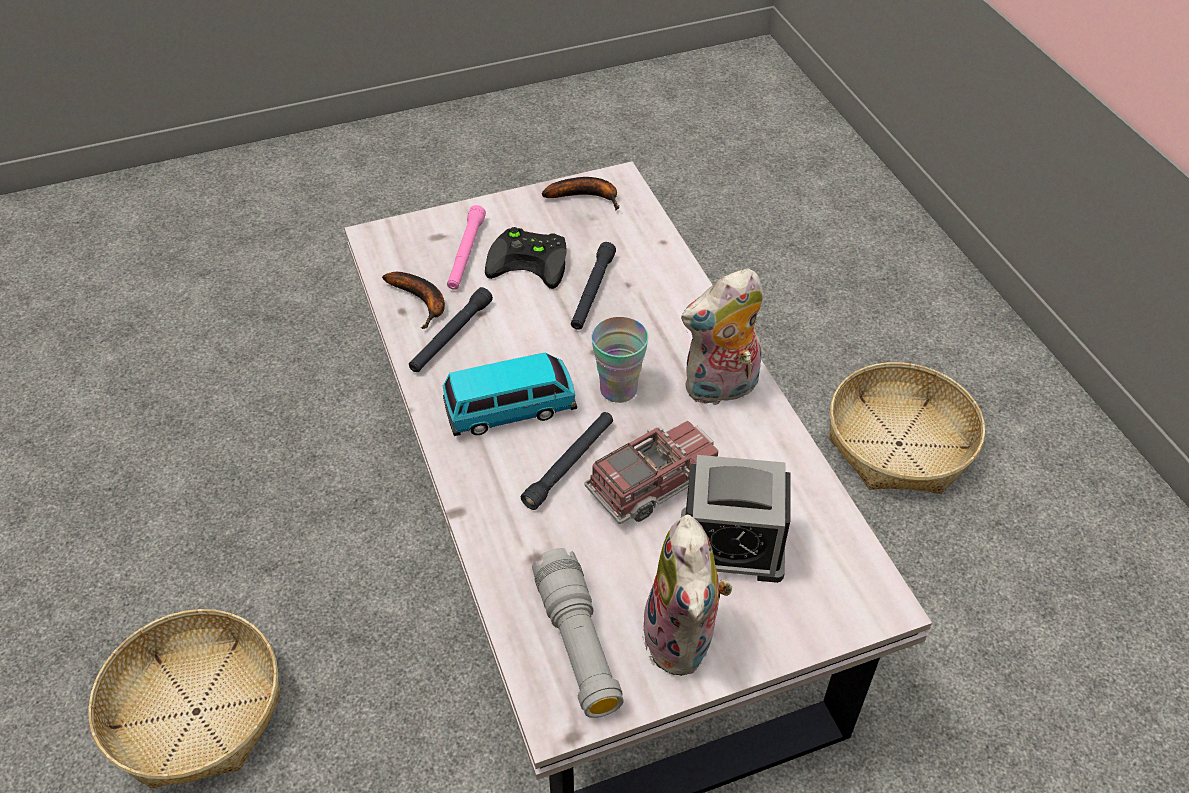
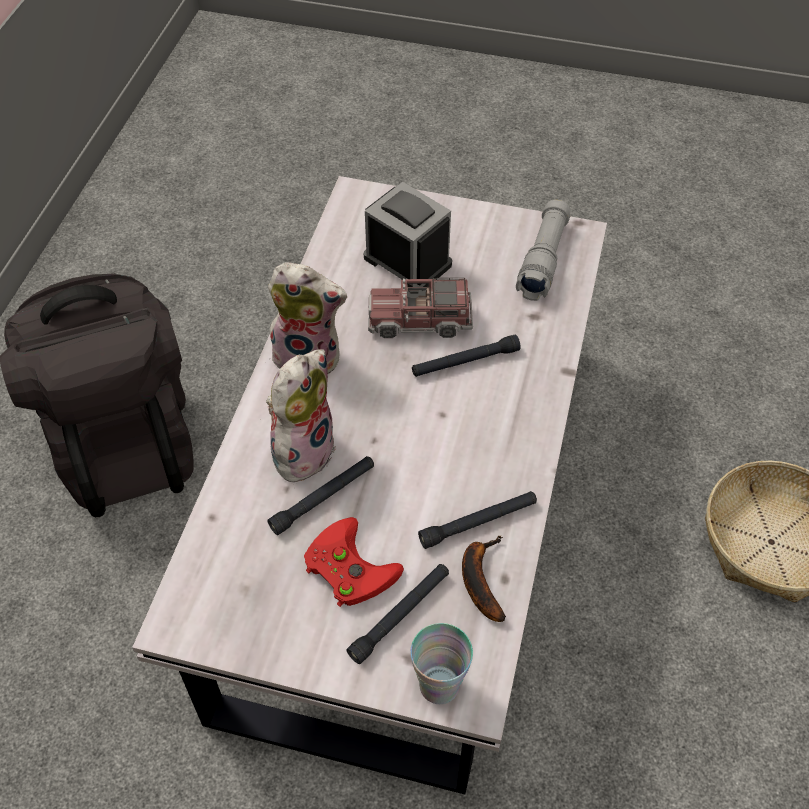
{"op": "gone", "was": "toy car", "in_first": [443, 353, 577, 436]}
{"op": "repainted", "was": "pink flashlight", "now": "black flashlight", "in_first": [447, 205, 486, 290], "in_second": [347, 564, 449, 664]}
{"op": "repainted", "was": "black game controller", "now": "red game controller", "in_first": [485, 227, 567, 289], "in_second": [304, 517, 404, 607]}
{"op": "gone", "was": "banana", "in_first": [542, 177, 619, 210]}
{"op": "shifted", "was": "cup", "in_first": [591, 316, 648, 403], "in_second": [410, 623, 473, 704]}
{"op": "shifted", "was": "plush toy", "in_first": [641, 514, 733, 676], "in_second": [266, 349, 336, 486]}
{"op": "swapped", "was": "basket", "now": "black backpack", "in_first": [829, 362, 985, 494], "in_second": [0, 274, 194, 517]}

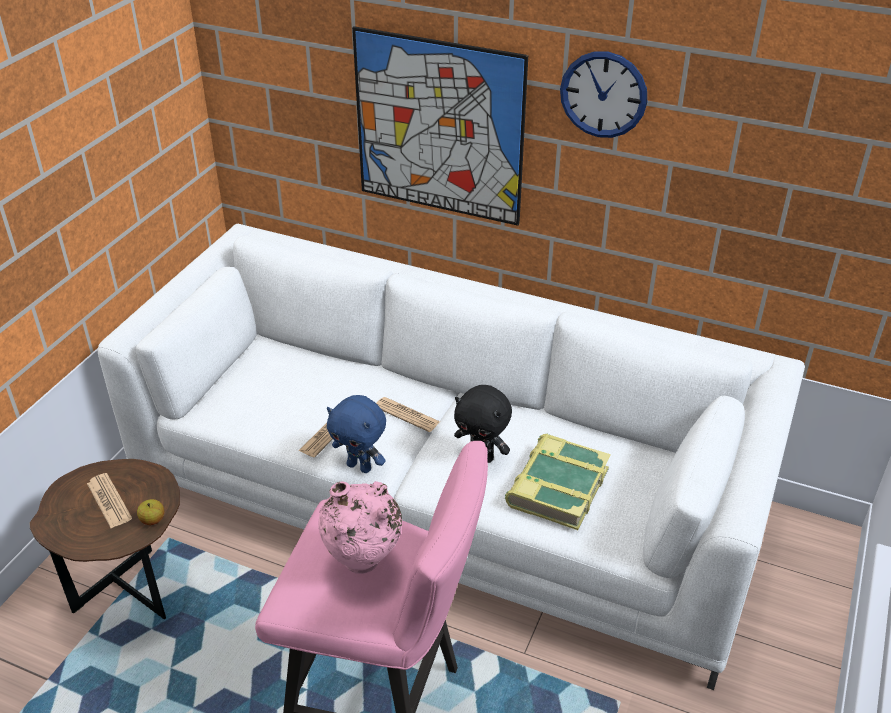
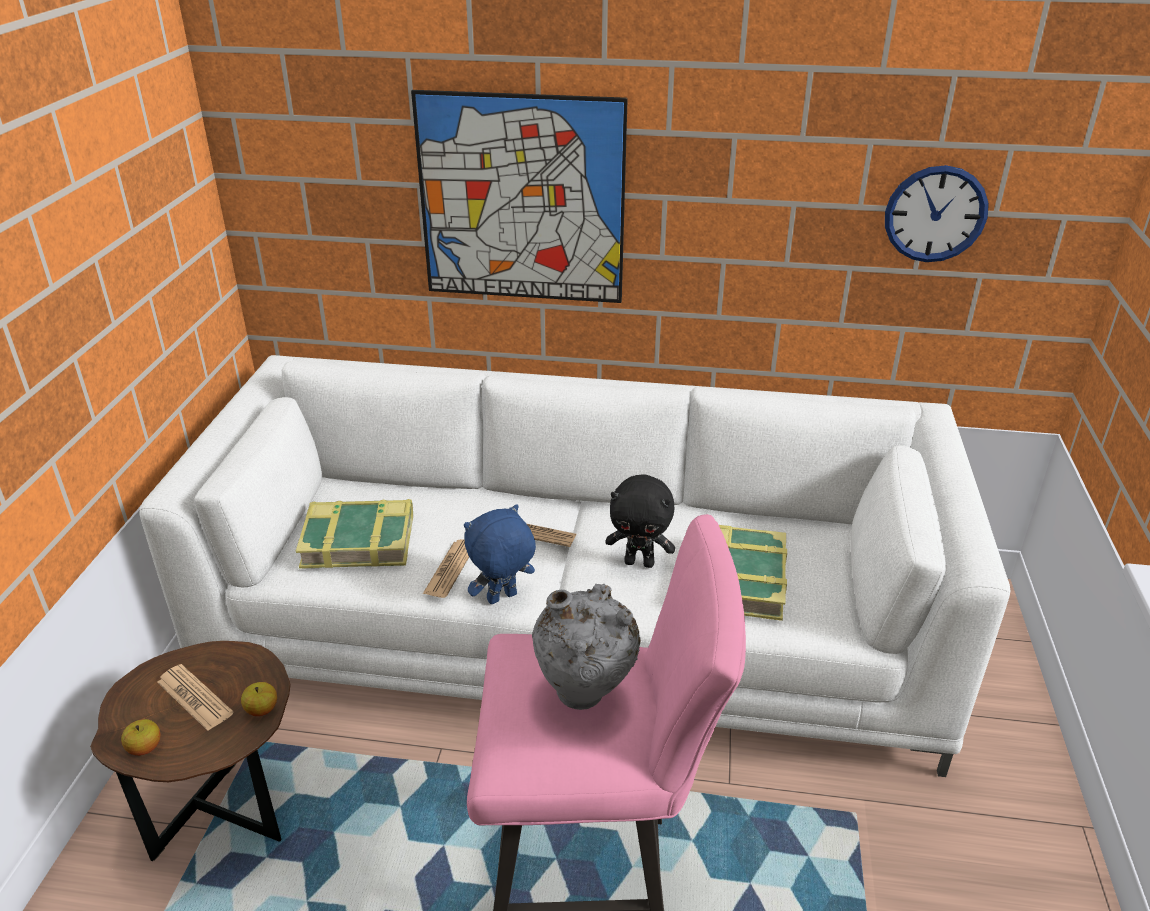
{"op": "repainted", "was": "pink vase", "now": "grey vase", "in_first": [318, 481, 402, 574], "in_second": [532, 584, 641, 710]}
{"op": "rotated", "was": "blue plush toy", "in_first": [327, 395, 386, 473], "in_second": [464, 504, 536, 604], "clockwise": 135}
{"op": "shifted", "was": "wall clock", "in_first": [560, 51, 647, 138], "in_second": [885, 165, 989, 262]}
{"op": "new", "now": "apple", "in_second": [121, 719, 160, 756]}
{"op": "new", "now": "book", "in_second": [296, 499, 413, 569]}

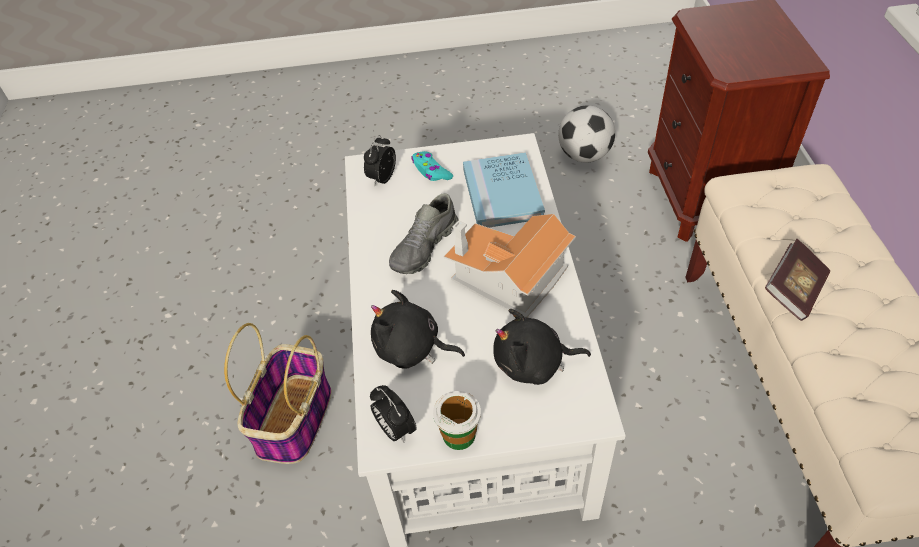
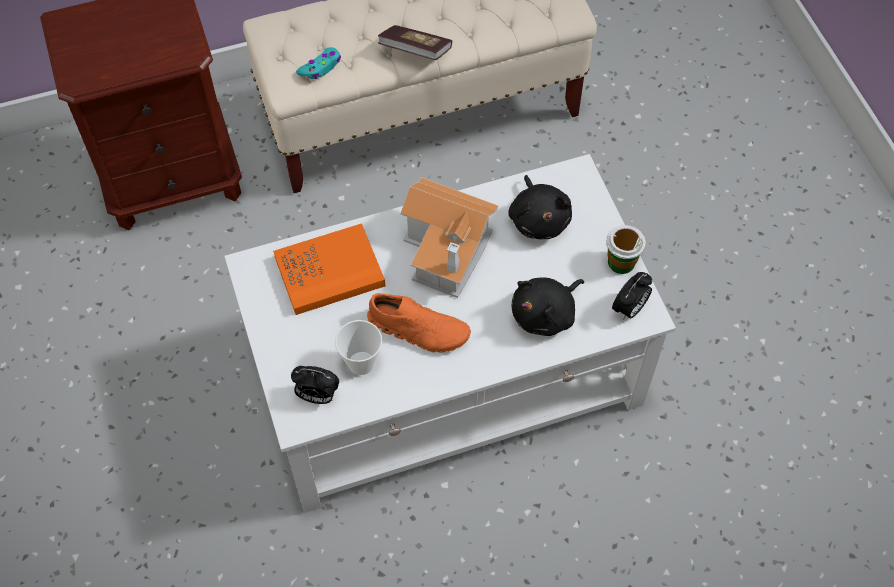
{"op": "gone", "was": "basket", "in_first": [224, 323, 331, 464]}
{"op": "rotated", "was": "black plush toy", "in_first": [371, 290, 465, 369], "in_second": [512, 278, 584, 336], "clockwise": 45}
{"op": "repainted", "was": "grey shoe", "now": "orange shoe", "in_first": [389, 193, 458, 274], "in_second": [367, 293, 471, 353]}
{"op": "shifted", "was": "turquoise game controller", "in_first": [411, 151, 453, 181], "in_second": [296, 47, 341, 79]}
{"op": "repainted", "was": "blue book", "now": "orange book", "in_first": [463, 152, 545, 228], "in_second": [273, 223, 385, 315]}
{"op": "gone", "was": "football", "in_first": [558, 105, 615, 163]}
{"op": "new", "now": "cup", "in_second": [335, 320, 383, 375]}

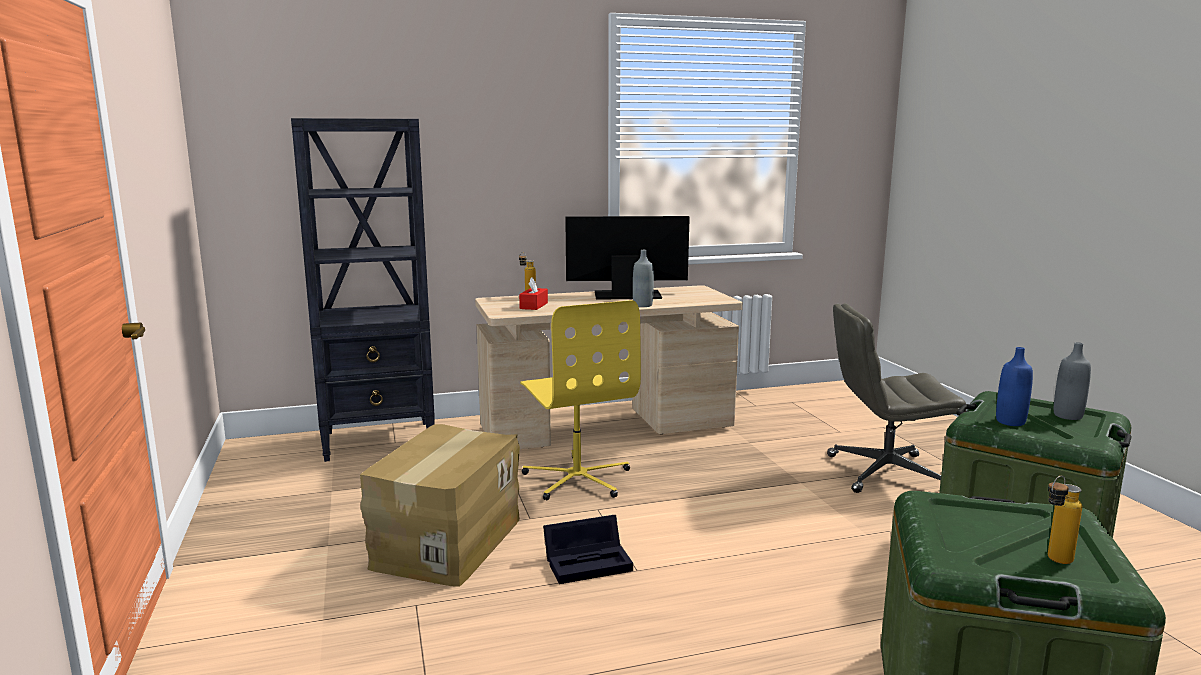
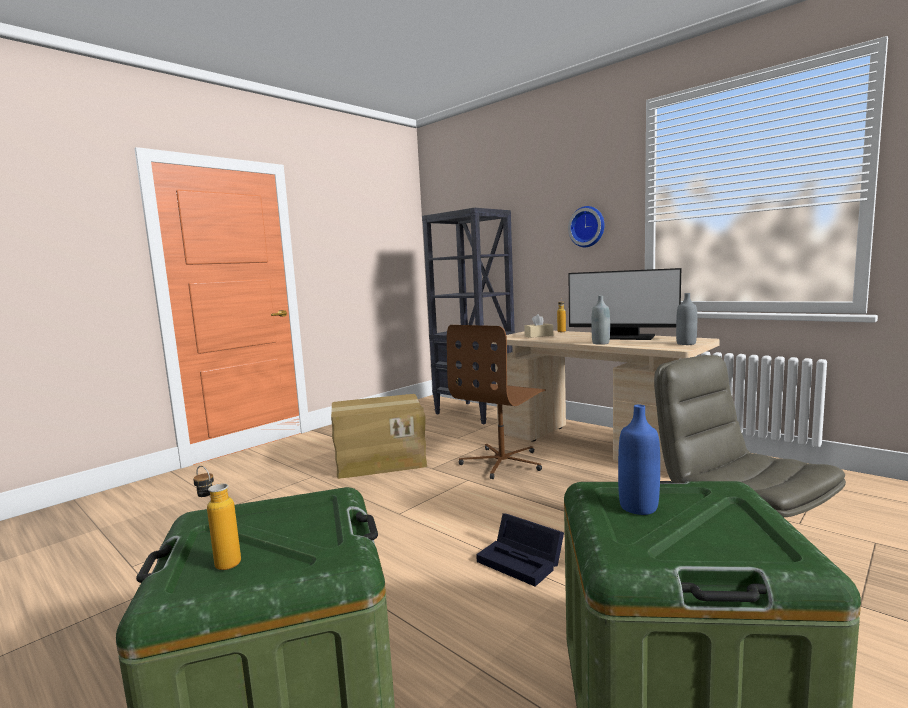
{"op": "repainted", "was": "red tissue box", "now": "beige tissue box", "in_first": [519, 277, 548, 310], "in_second": [524, 314, 553, 338]}
{"op": "repainted", "was": "yellow office chair", "now": "brown office chair", "in_first": [520, 300, 641, 500], "in_second": [447, 325, 546, 479]}
{"op": "shifted", "was": "black storage box", "in_first": [543, 515, 633, 584], "in_second": [476, 513, 564, 587]}
{"op": "rotated", "was": "monitor", "in_first": [565, 216, 690, 299], "in_second": [568, 268, 681, 340], "clockwise": 150}
{"op": "shifted", "was": "grey bottle", "in_first": [1054, 342, 1091, 420], "in_second": [676, 293, 697, 345]}
{"op": "new", "now": "wall clock", "in_second": [568, 206, 605, 247]}

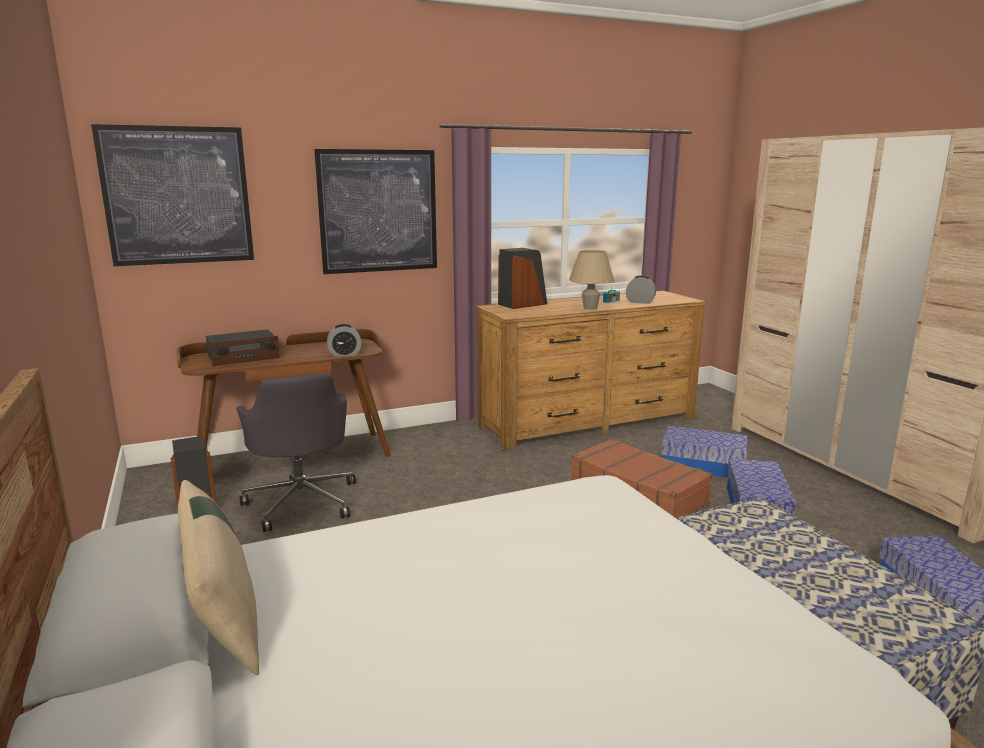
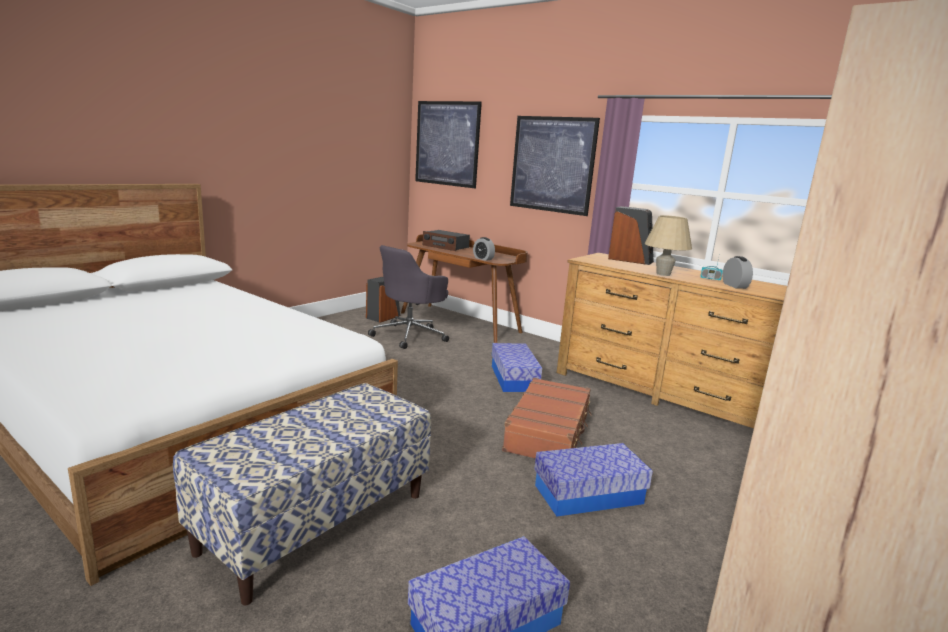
{"op": "gone", "was": "beige pillow", "in_first": [178, 480, 259, 675]}
{"op": "shifted", "was": "storage box", "in_first": [661, 426, 748, 478], "in_second": [492, 343, 542, 392]}

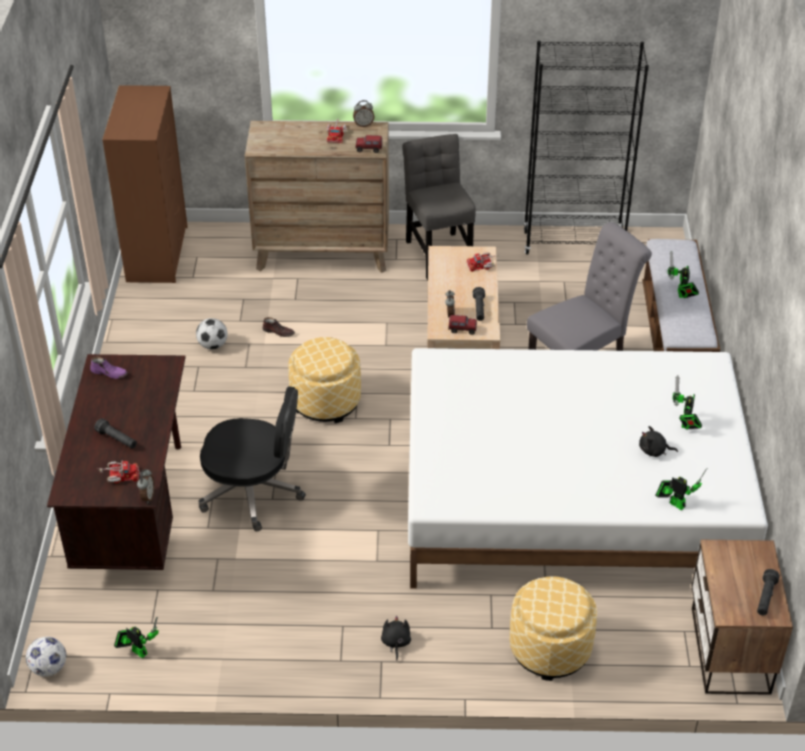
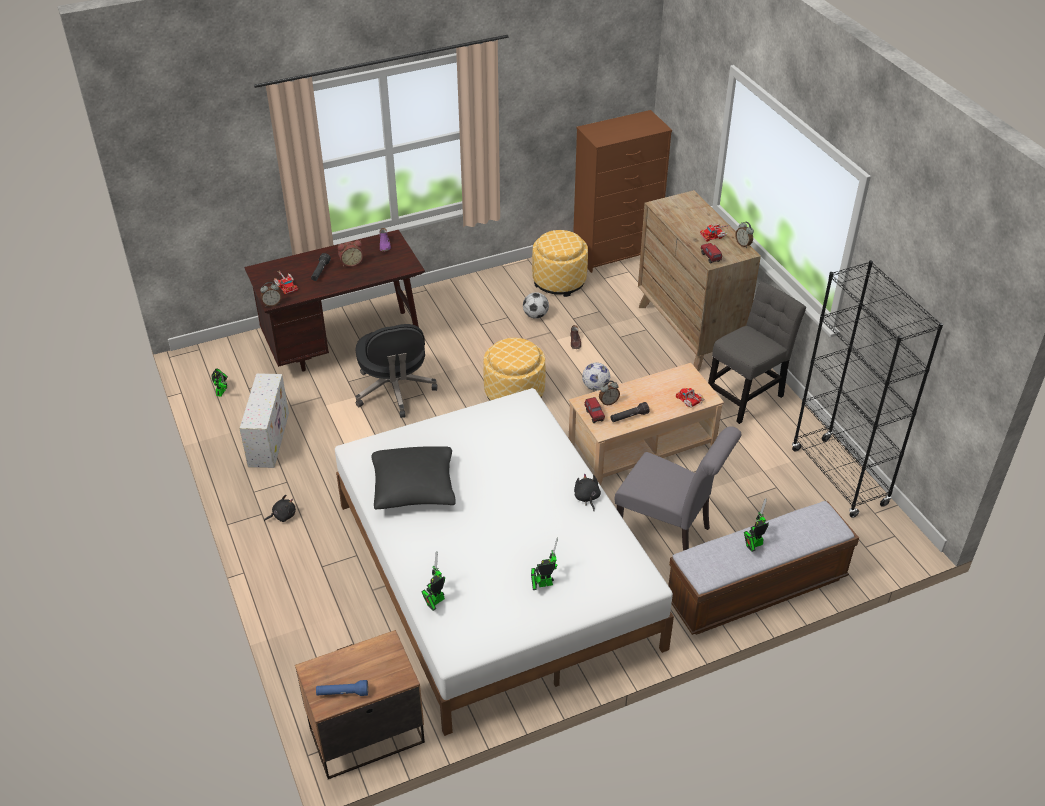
{"op": "shifted", "was": "football", "in_first": [26, 637, 66, 677], "in_second": [582, 363, 610, 391]}
{"op": "shifted", "was": "ottoman", "in_first": [510, 576, 597, 681], "in_second": [532, 230, 588, 297]}
{"op": "shifted", "was": "black plush toy", "in_first": [639, 426, 678, 457], "in_second": [574, 474, 601, 511]}
{"op": "rotated", "was": "toy robot", "in_first": [655, 468, 707, 510], "in_second": [421, 551, 445, 611], "clockwise": -150}
{"op": "repainted", "was": "black flashlight", "now": "blue flashlight", "in_first": [757, 569, 780, 615], "in_second": [316, 680, 368, 696]}
{"op": "new", "now": "white storage box", "in_second": [239, 373, 289, 468]}
{"op": "new", "now": "alarm clock", "in_second": [338, 240, 363, 267]}
{"op": "new", "now": "black pillow", "in_second": [371, 446, 456, 509]}

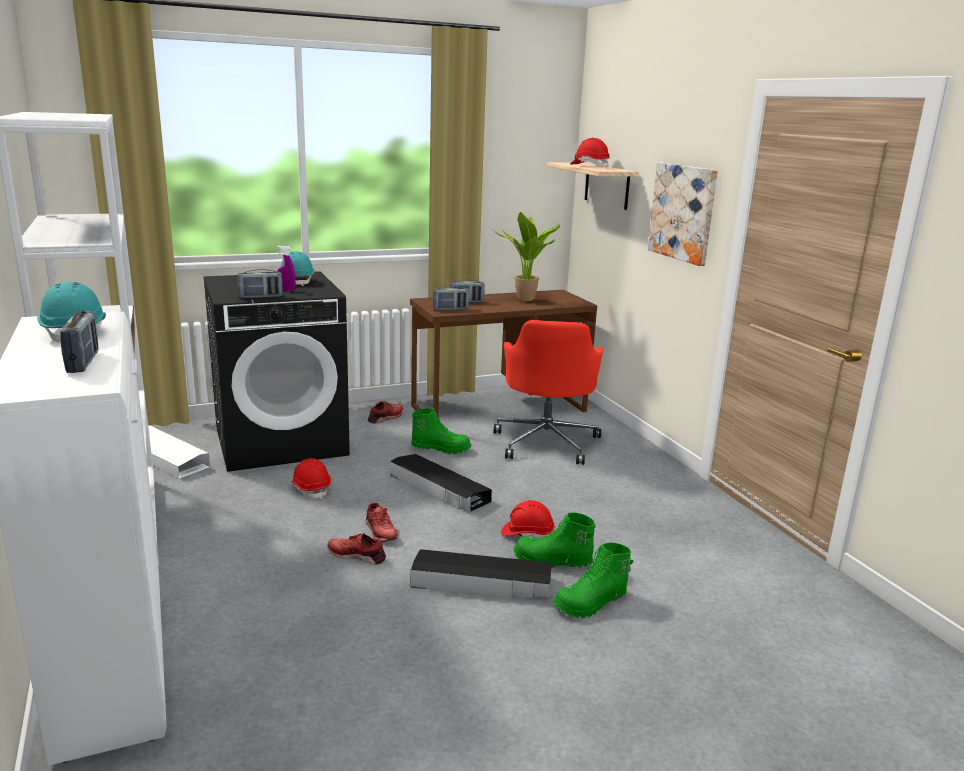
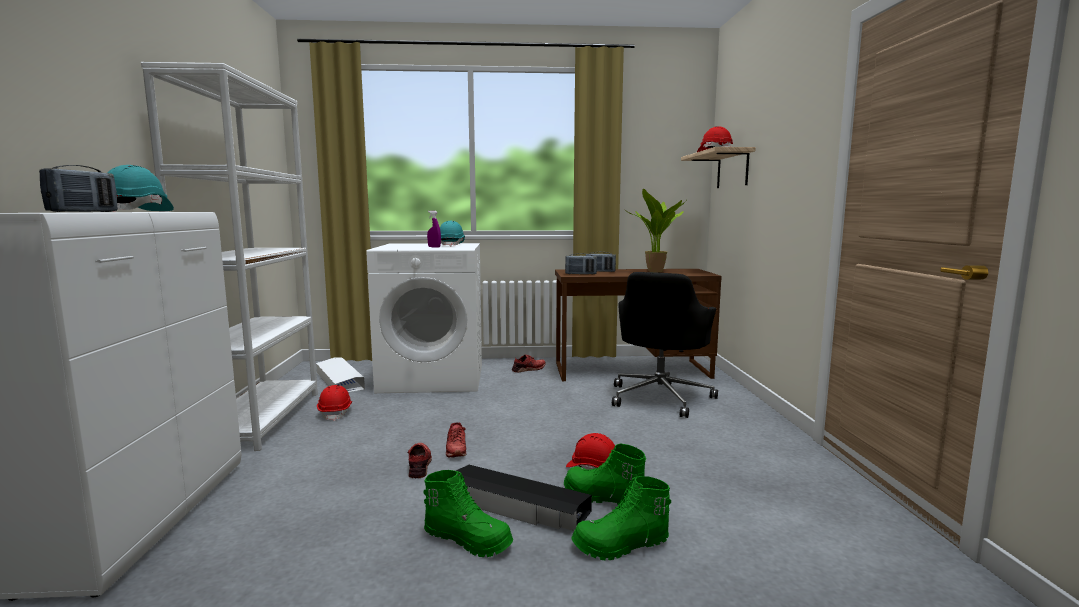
{"op": "repainted", "was": "black washing machine", "now": "white washing machine", "in_first": [203, 271, 350, 472], "in_second": [366, 243, 482, 393]}
{"op": "gone", "was": "radio", "in_first": [238, 269, 283, 299]}
{"op": "shifted", "was": "red hard hat", "in_first": [291, 458, 331, 499], "in_second": [317, 385, 352, 421]}
{"op": "rotated", "was": "red shoe", "in_first": [327, 533, 386, 564], "in_second": [408, 443, 432, 478], "clockwise": 45}
{"op": "gone", "was": "black storage box", "in_first": [390, 454, 492, 512]}
{"op": "shifted", "was": "green boot", "in_first": [411, 408, 472, 455], "in_second": [423, 470, 513, 557]}
{"op": "repainted", "was": "red office chair", "now": "black office chair", "in_first": [494, 320, 603, 465], "in_second": [612, 272, 718, 418]}
{"op": "gone", "was": "picture", "in_first": [648, 163, 718, 266]}

